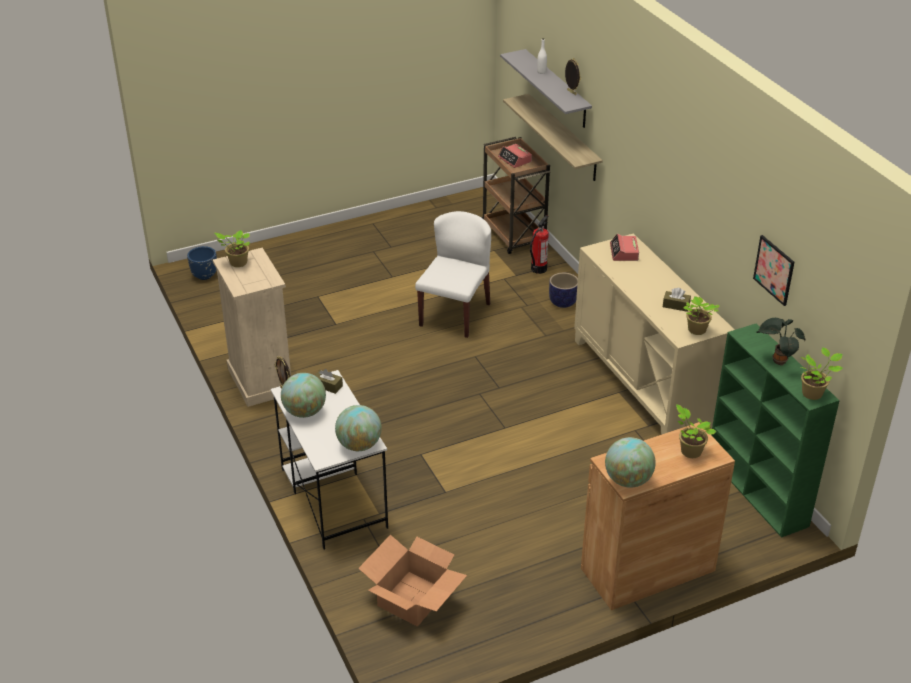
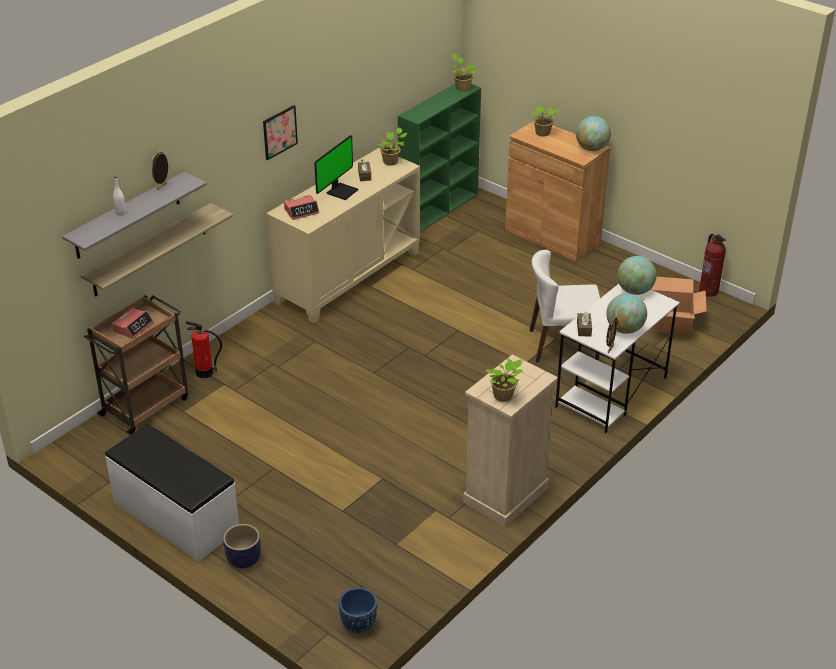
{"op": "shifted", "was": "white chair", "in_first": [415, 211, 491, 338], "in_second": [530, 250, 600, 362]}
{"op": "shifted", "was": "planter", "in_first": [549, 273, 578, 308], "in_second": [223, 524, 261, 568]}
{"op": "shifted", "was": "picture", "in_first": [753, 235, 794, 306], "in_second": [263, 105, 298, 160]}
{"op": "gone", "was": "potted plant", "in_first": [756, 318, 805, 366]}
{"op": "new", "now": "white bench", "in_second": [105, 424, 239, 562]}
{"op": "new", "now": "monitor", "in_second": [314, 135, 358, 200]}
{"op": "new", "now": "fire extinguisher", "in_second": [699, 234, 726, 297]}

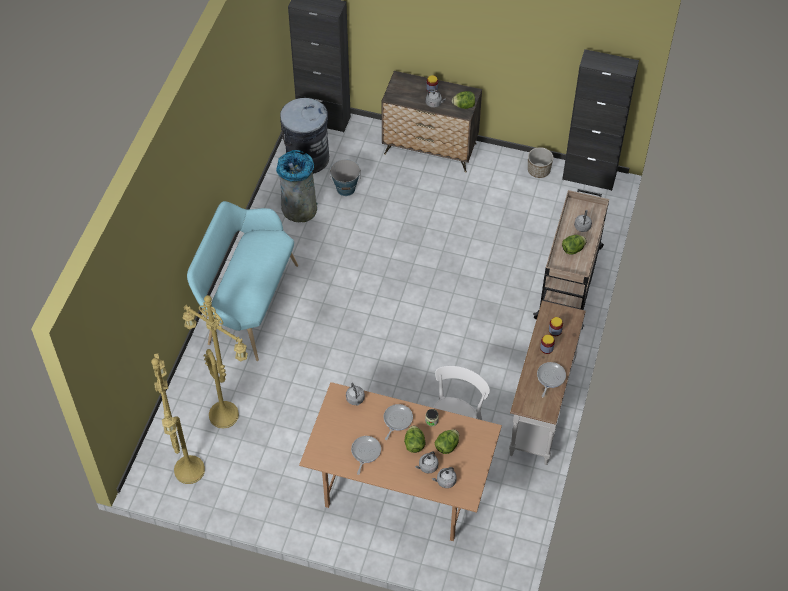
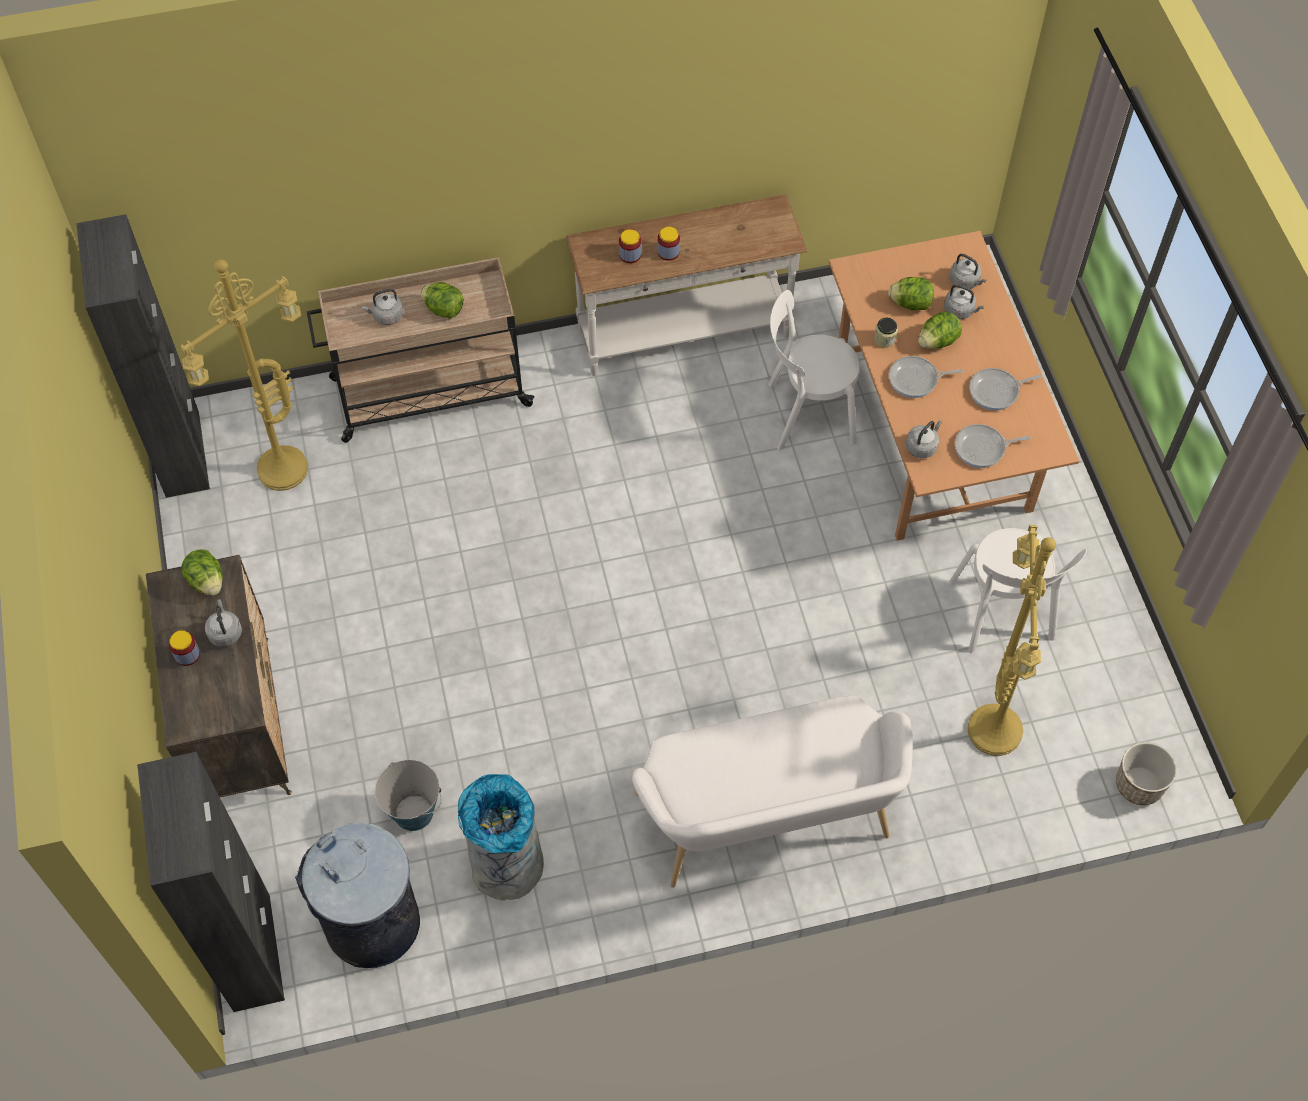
{"op": "shifted", "was": "yellow floor lamp", "in_first": [151, 353, 205, 484], "in_second": [181, 259, 308, 491]}
{"op": "repainted", "was": "turquoise bench", "now": "white bench", "in_first": [187, 201, 298, 361], "in_second": [632, 695, 913, 888]}
{"op": "shifted", "was": "planter", "in_first": [528, 147, 553, 178], "in_second": [1116, 742, 1177, 805]}
{"op": "shifted", "was": "frying pan", "in_first": [537, 362, 566, 398], "in_second": [955, 424, 1031, 468]}
{"op": "new", "now": "white chair", "in_second": [949, 528, 1087, 653]}

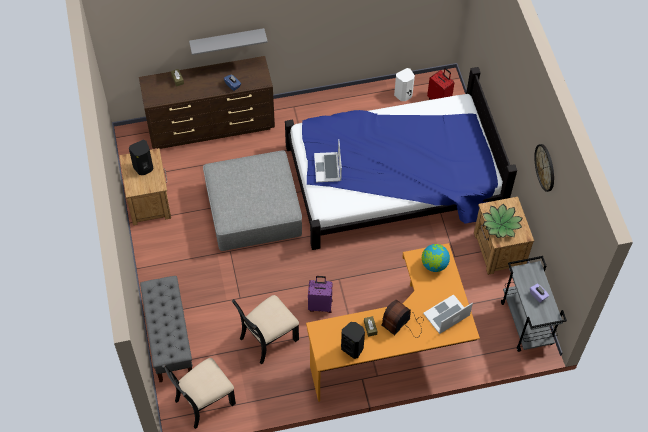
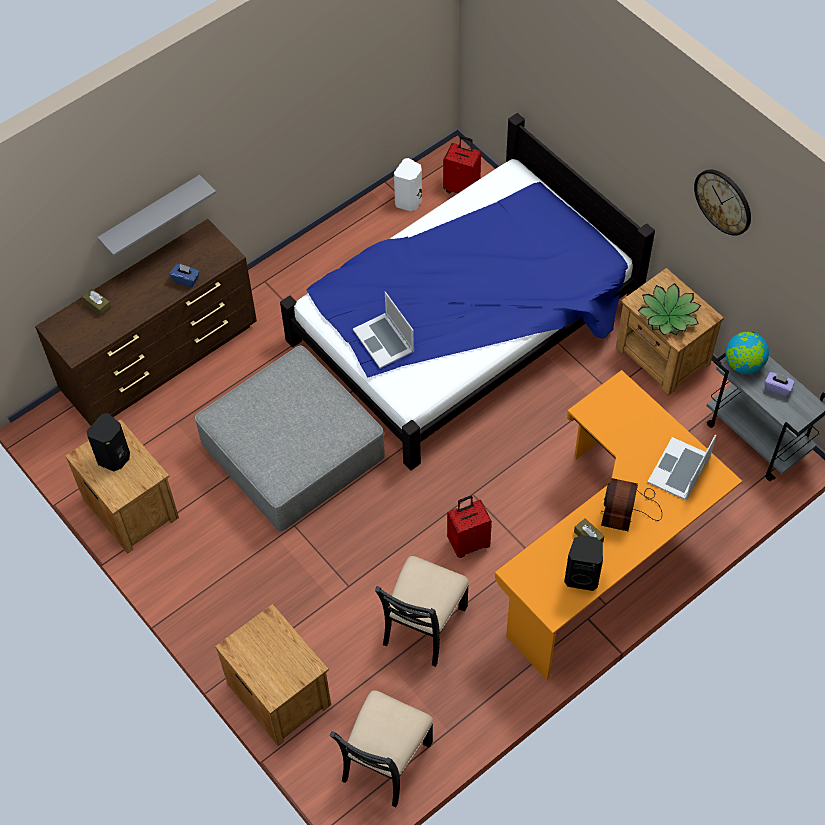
{"op": "swapped", "was": "grey bench", "now": "brown nightstand", "in_first": [140, 276, 192, 382], "in_second": [215, 604, 331, 746]}
{"op": "repainted", "was": "purple suitcase", "now": "red suitcase", "in_first": [308, 276, 332, 313], "in_second": [447, 496, 492, 558]}
{"op": "shifted", "was": "globe", "in_first": [422, 244, 450, 272], "in_second": [725, 332, 769, 374]}

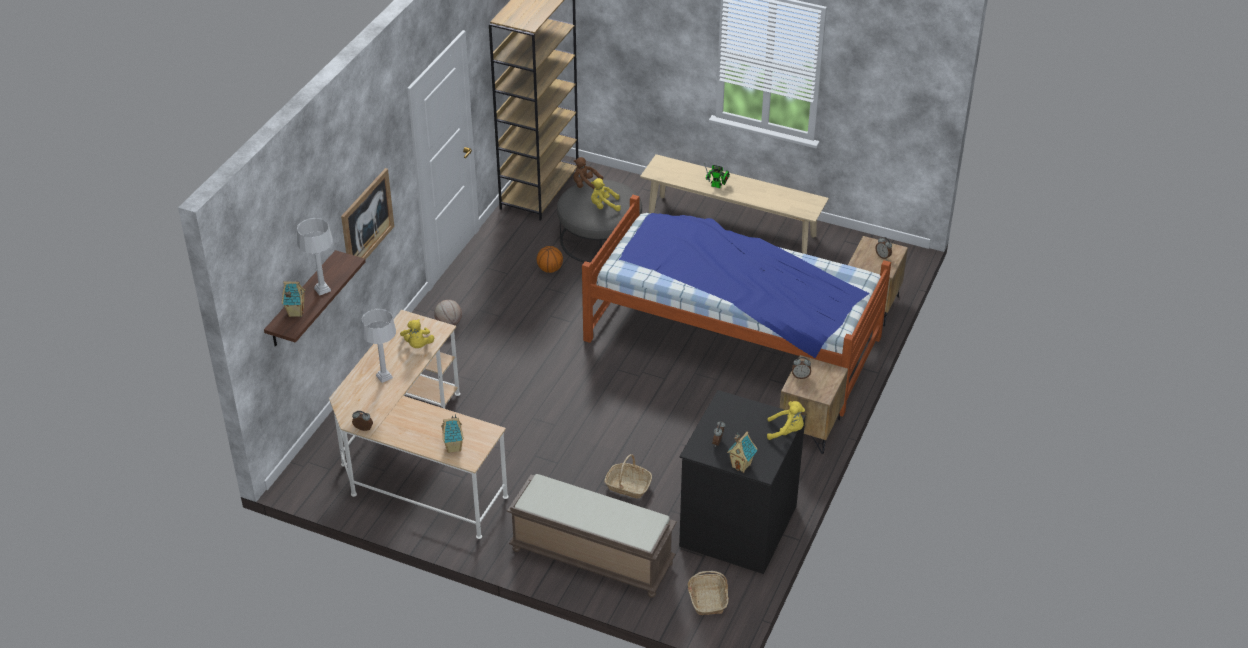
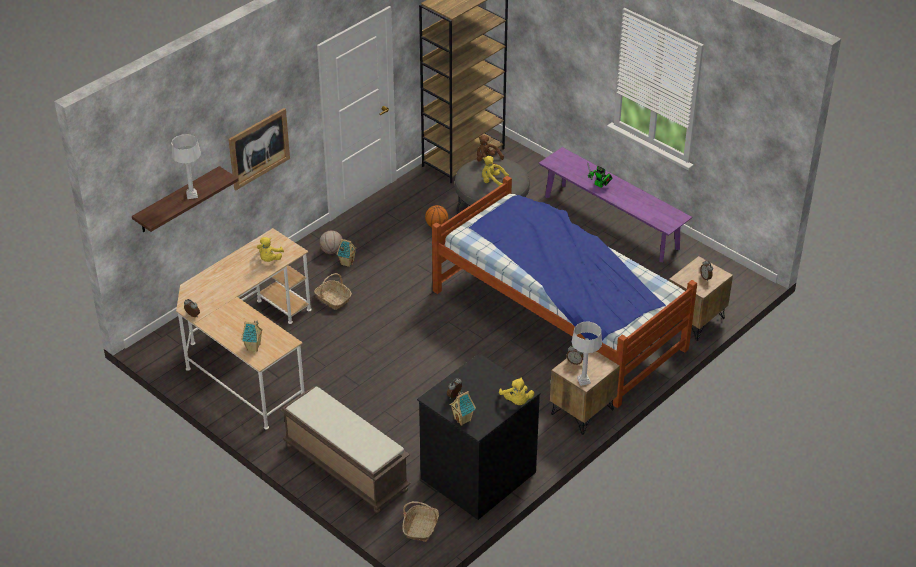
{"op": "shifted", "was": "toy house", "in_first": [282, 282, 305, 317], "in_second": [337, 239, 357, 267]}
{"op": "shifted", "was": "grey table lamp", "in_first": [362, 309, 396, 383], "in_second": [572, 321, 602, 386]}
{"op": "shifted", "was": "basket", "in_first": [604, 454, 652, 499], "in_second": [314, 273, 352, 310]}
{"op": "repainted", "was": "beige bench", "now": "purple bench", "in_first": [640, 154, 829, 254], "in_second": [539, 147, 692, 262]}
{"op": "rotated", "was": "yellow plush toy", "in_first": [767, 401, 805, 440], "in_second": [499, 378, 534, 405], "clockwise": 45}

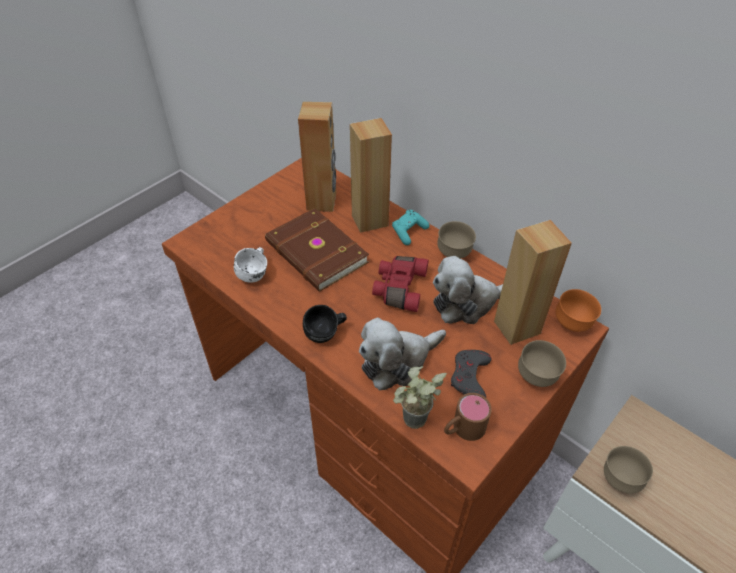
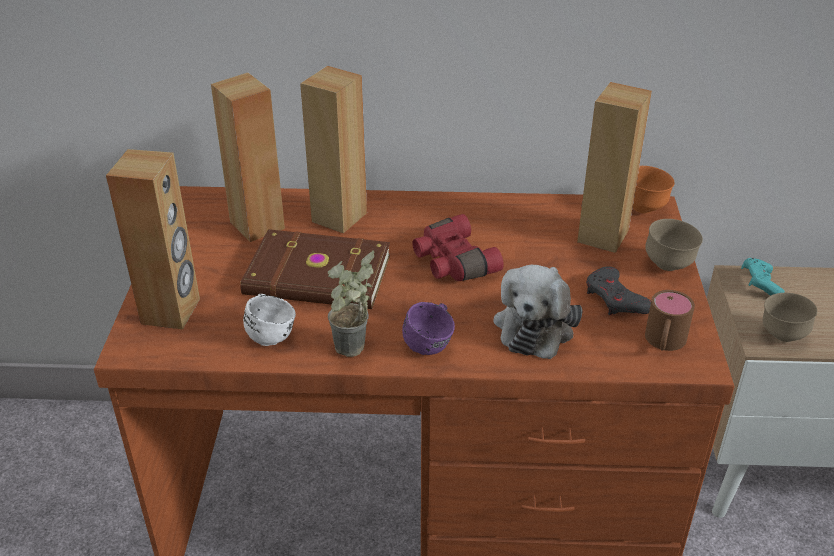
{"op": "repainted", "was": "black mug", "now": "purple mug", "in_first": [303, 305, 347, 343], "in_second": [402, 302, 455, 355]}
{"op": "shifted", "was": "turquoise game controller", "in_first": [392, 210, 429, 245], "in_second": [741, 258, 785, 296]}
{"op": "shifted", "was": "potted plant", "in_first": [393, 366, 447, 429], "in_second": [328, 250, 374, 357]}
{"op": "gone", "was": "plush toy", "in_first": [433, 256, 503, 324]}
{"op": "gone", "was": "brown bowl", "in_first": [437, 221, 476, 259]}
{"op": "new", "now": "brown speaker", "in_second": [106, 149, 200, 329]}

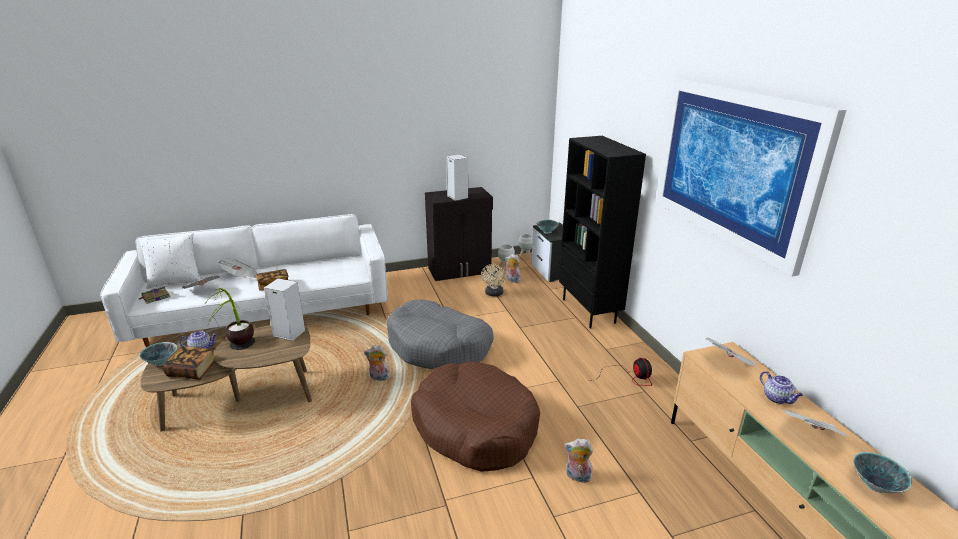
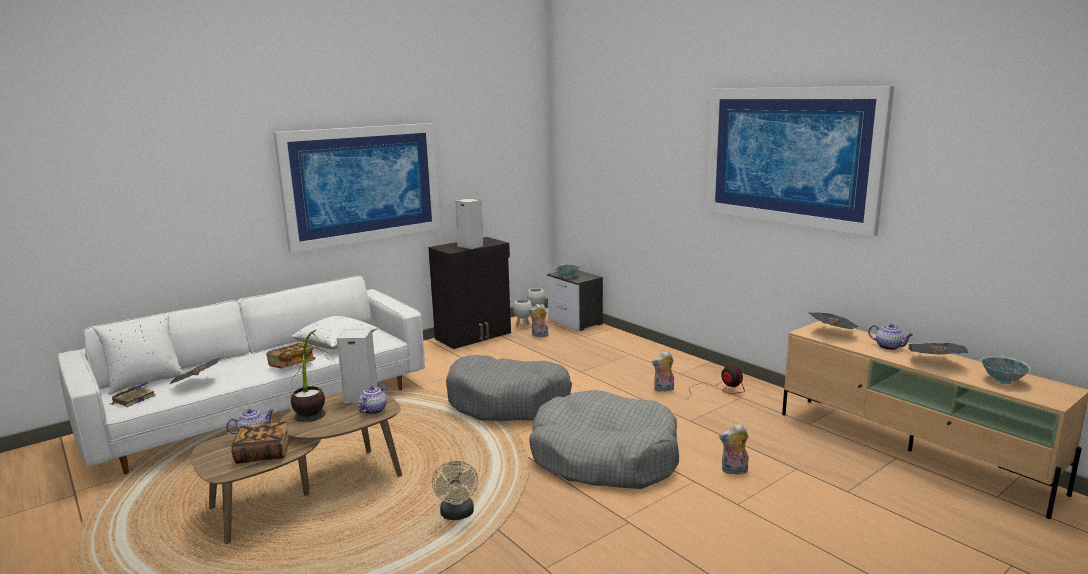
{"op": "gone", "was": "bowl", "in_first": [139, 342, 177, 366]}
{"op": "gone", "was": "newspaper", "in_first": [217, 259, 257, 278]}
{"op": "shifted", "was": "plush toy", "in_first": [364, 345, 390, 381], "in_second": [652, 351, 674, 392]}
{"op": "repainted", "was": "brown dog bed", "now": "grey dog bed", "in_first": [411, 361, 540, 472], "in_second": [529, 390, 679, 489]}
{"op": "shifted", "was": "beige fan", "in_first": [481, 264, 505, 296], "in_second": [432, 460, 478, 520]}
{"op": "gone", "was": "black bookcase", "in_first": [559, 136, 646, 328]}
{"op": "new", "now": "picture", "in_second": [274, 123, 440, 253]}
{"op": "new", "now": "white pillow", "in_second": [291, 316, 378, 349]}
{"op": "new", "now": "teapot", "in_second": [358, 384, 387, 414]}

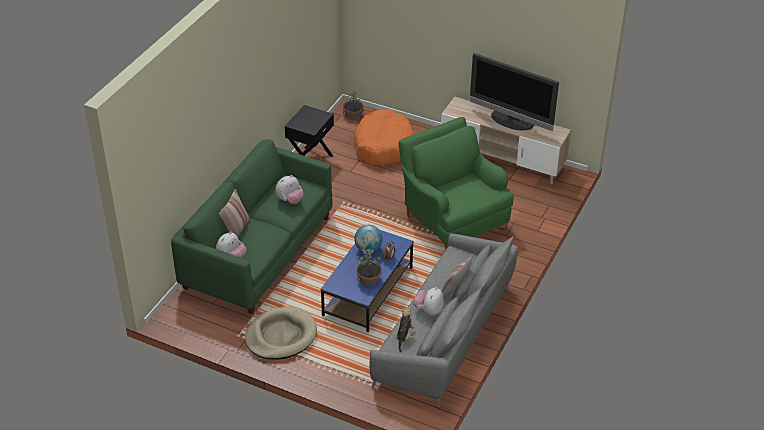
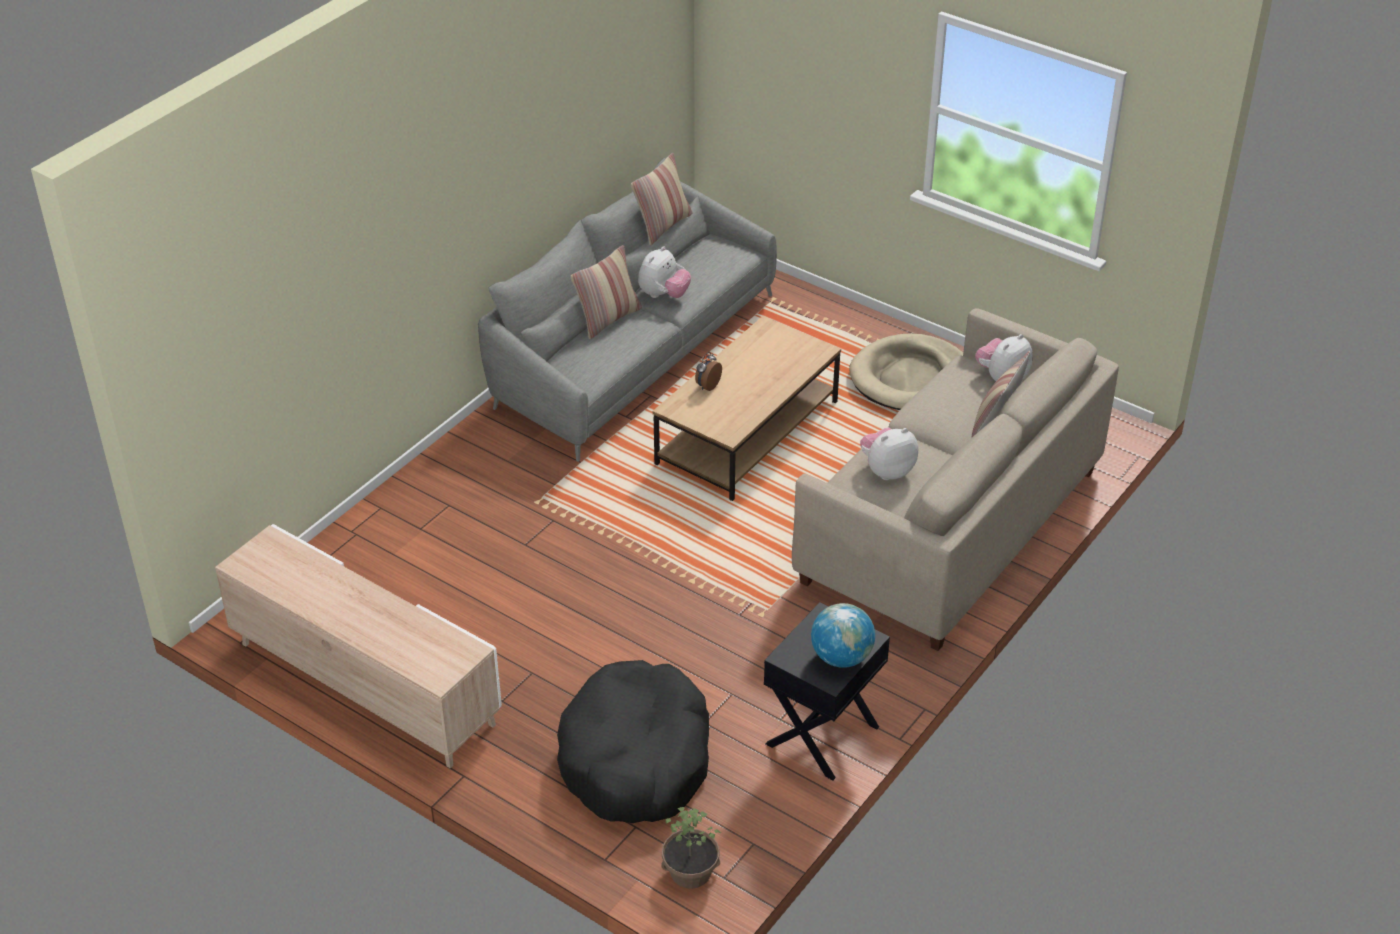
{"op": "repainted", "was": "green sofa", "now": "beige sofa", "in_first": [171, 139, 332, 314], "in_second": [792, 308, 1119, 651]}
{"op": "repainted", "was": "blue coffee table", "now": "brown coffee table", "in_first": [321, 230, 414, 332], "in_second": [653, 316, 841, 501]}
{"op": "repainted", "was": "orange dog bed", "now": "black dog bed", "in_first": [354, 109, 414, 166], "in_second": [557, 660, 709, 823]}
{"op": "shifted", "was": "globe", "in_first": [354, 225, 383, 253], "in_second": [811, 603, 875, 668]}
{"op": "gone", "was": "potted plant", "in_first": [356, 249, 382, 286]}
{"op": "gone", "was": "plush toy", "in_first": [396, 306, 414, 352]}
{"op": "gone", "was": "green armchair", "in_first": [399, 117, 514, 249]}
{"op": "gone", "was": "television", "in_first": [470, 53, 559, 132]}
{"op": "new", "now": "pillow", "in_second": [631, 153, 692, 246]}

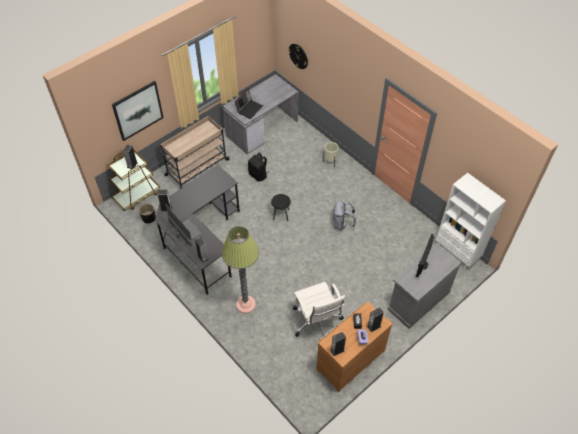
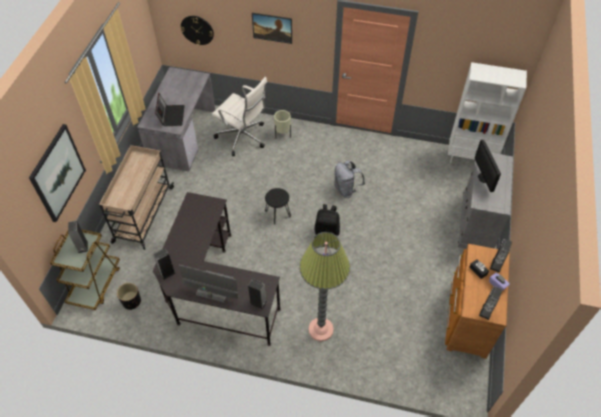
{"op": "shifted", "was": "black backpack", "in_first": [248, 153, 269, 182], "in_second": [314, 204, 340, 236]}
{"op": "shifted", "was": "white office chair", "in_first": [293, 282, 345, 337], "in_second": [212, 77, 267, 156]}
{"op": "new", "now": "picture", "in_second": [252, 13, 292, 44]}

